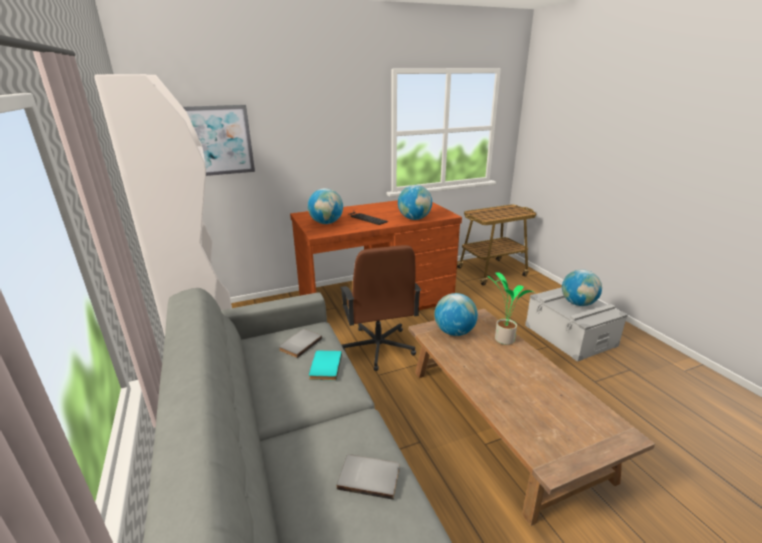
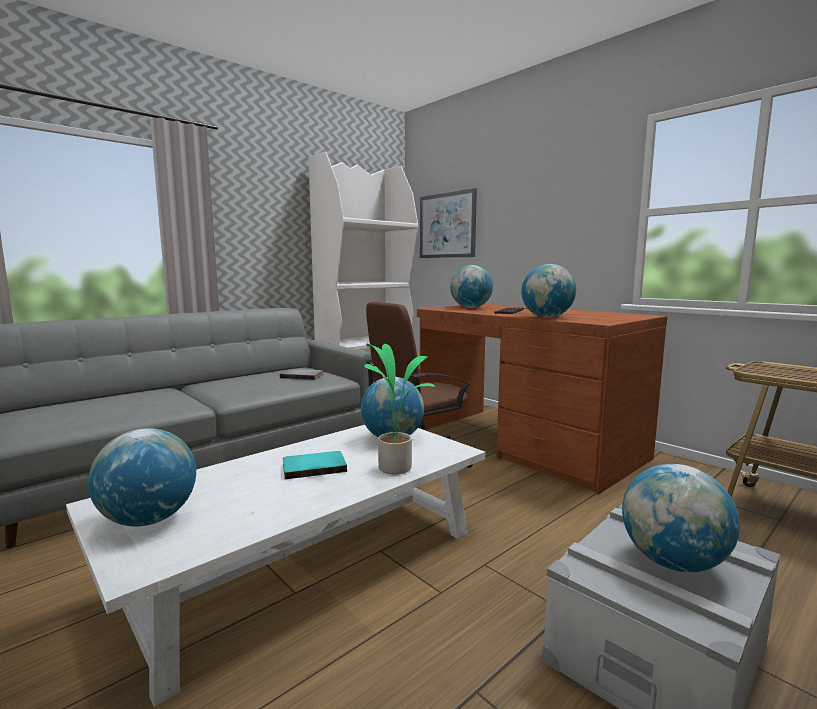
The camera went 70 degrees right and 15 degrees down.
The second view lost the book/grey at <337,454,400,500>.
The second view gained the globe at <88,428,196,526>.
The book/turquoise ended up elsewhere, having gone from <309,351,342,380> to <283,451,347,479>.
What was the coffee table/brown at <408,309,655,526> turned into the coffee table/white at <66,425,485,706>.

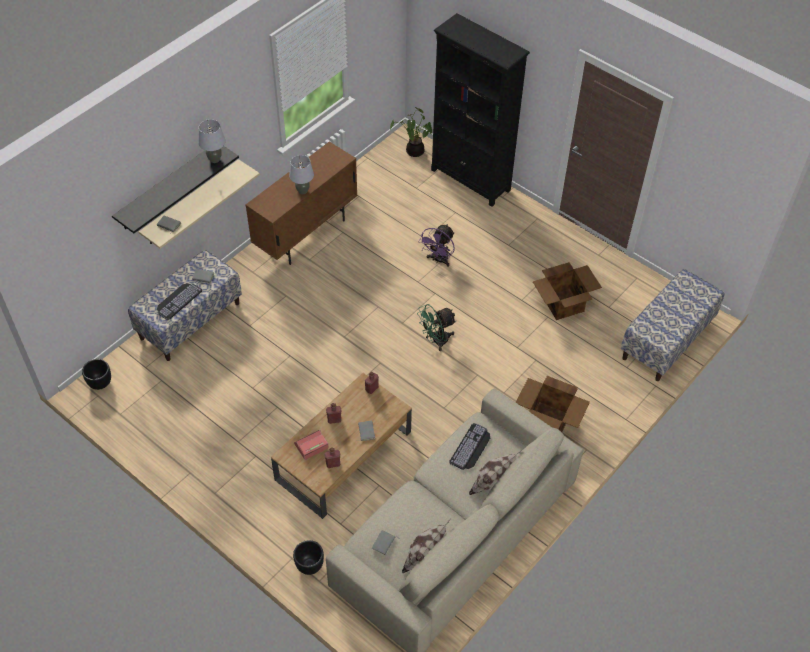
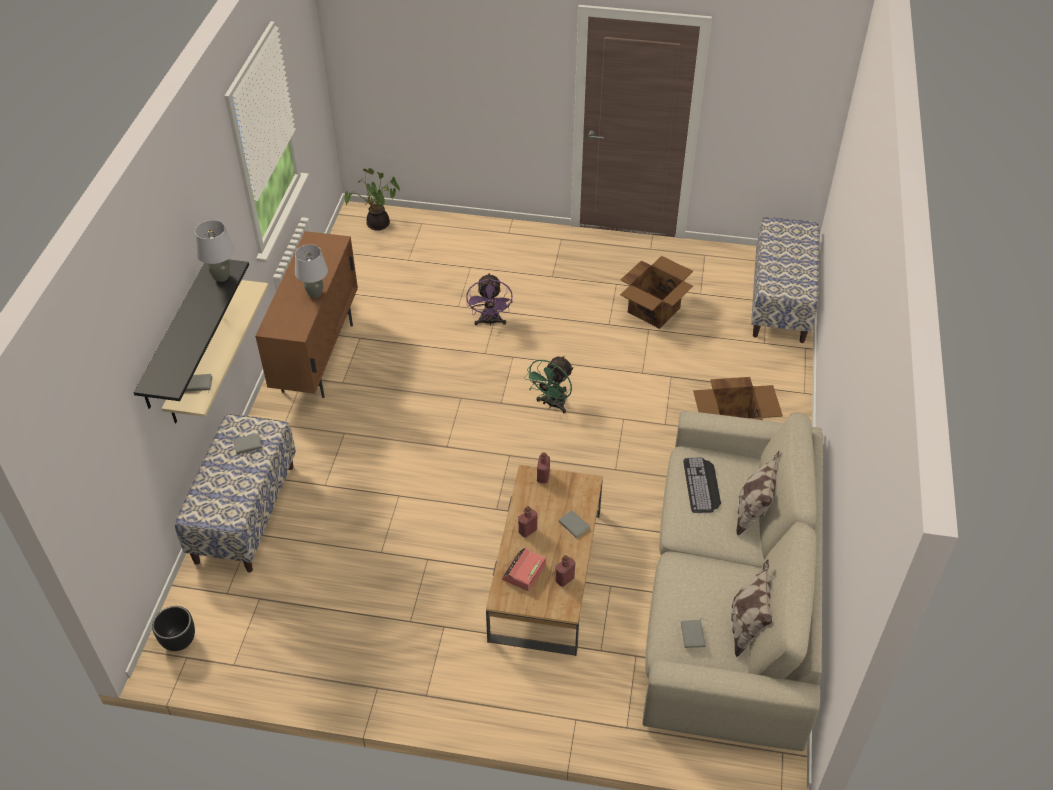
The camera went 30 degrees left and 5 degrees down.
The second view lost the keyboard at <157,283,202,320>.
The second view lost the planter/black at <293,540,324,575>.
The second view lost the bookcase/black at <431,13,530,207>.

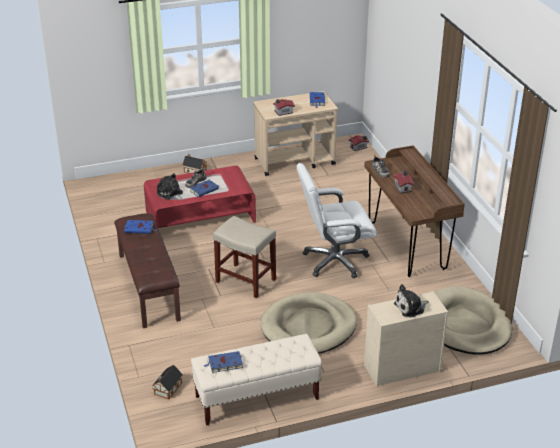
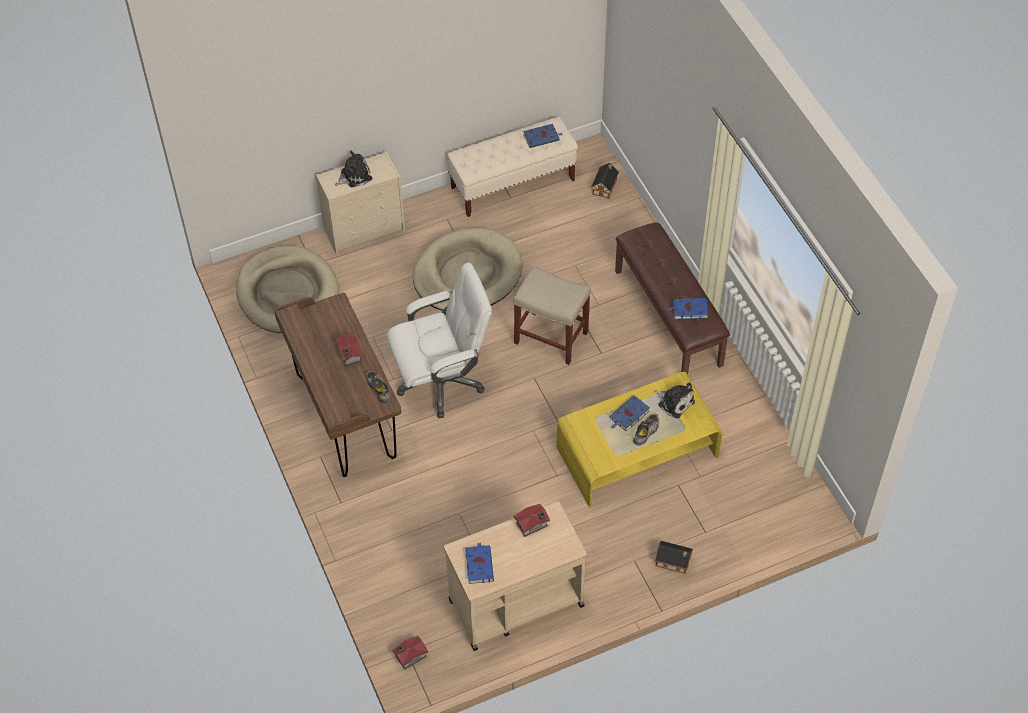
The camera went 175 degrees right and 20 degrees up.
What was the coffee table/red at <144,166,256,228> turned into the coffee table/yellow at <557,372,723,508>.

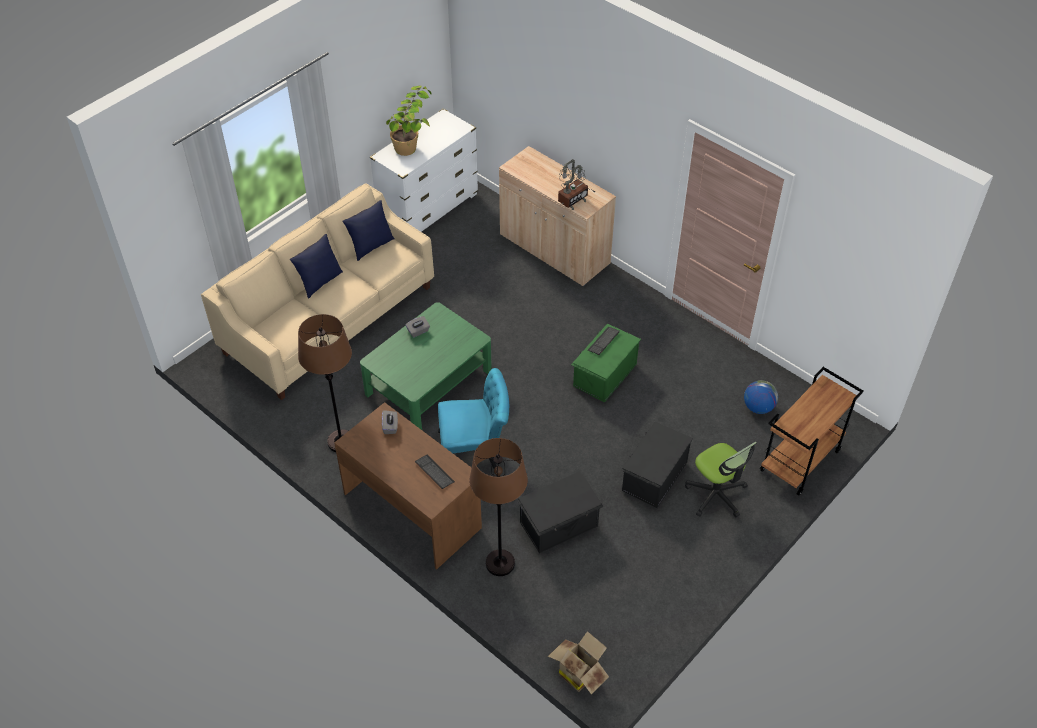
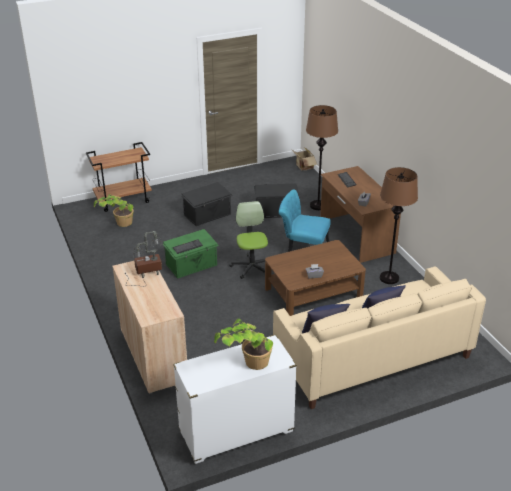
The camera went 155 degrees left and 15 degrees down.
The office chair ended up elsewhere, having gone from <685,442,757,517> to <229,201,268,279>.
Where the globe stood at <744,380,778,414>, the potted plant came to stand at <94,194,133,227>.
What was the coffee table/green at <360,302,492,430> turned into the coffee table/brown at <265,240,366,316>.

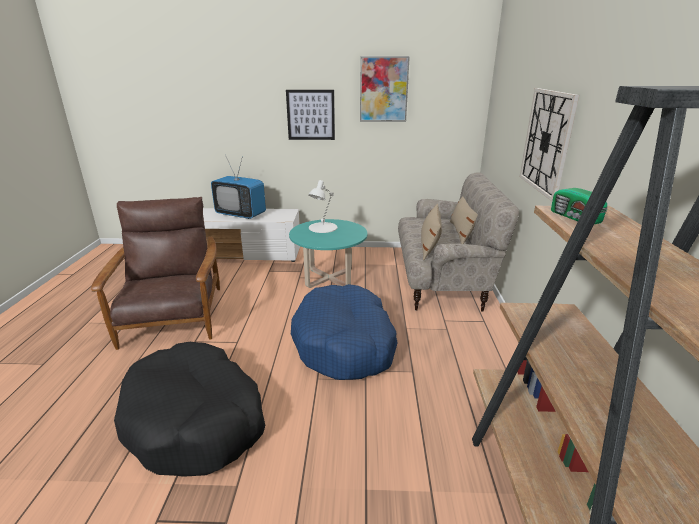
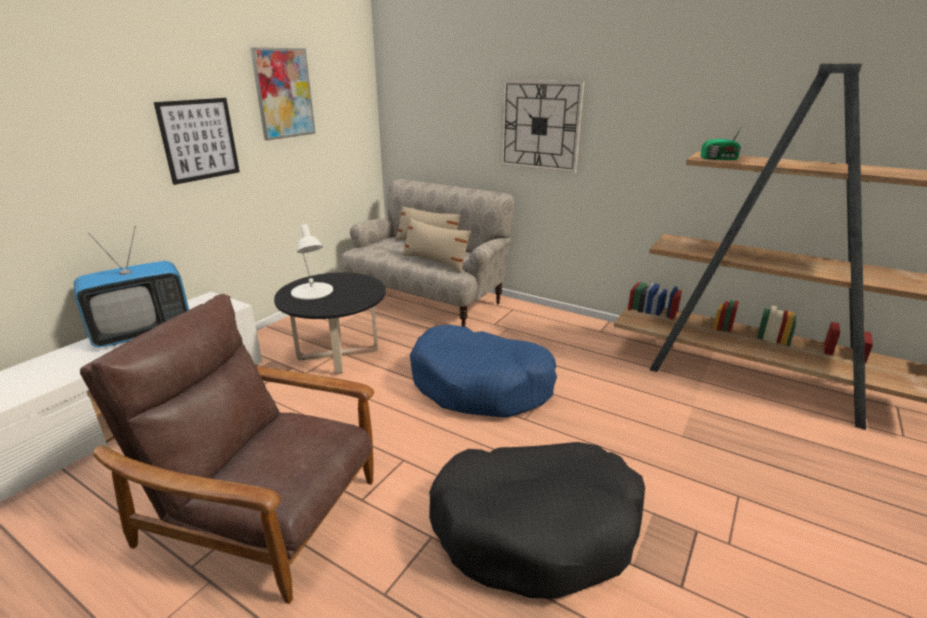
The camera went 60 degrees left and 0 degrees up.
What was the coffee table/turquoise at <289,219,367,288> turned into the coffee table/black at <274,272,386,374>.

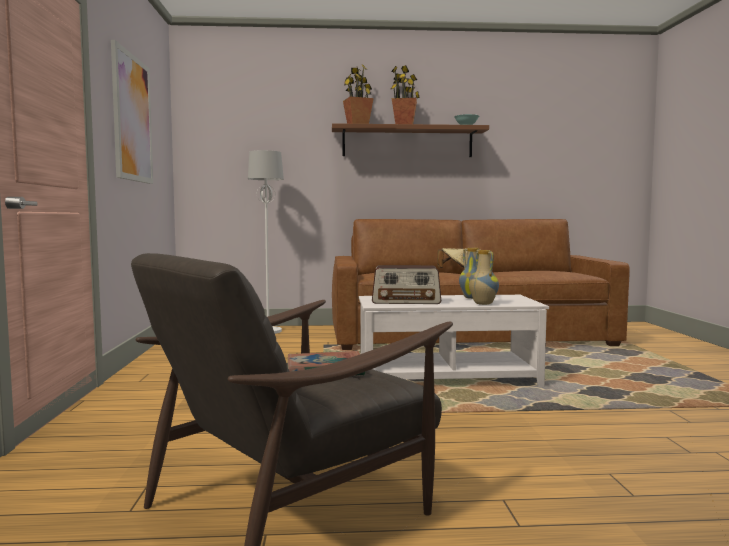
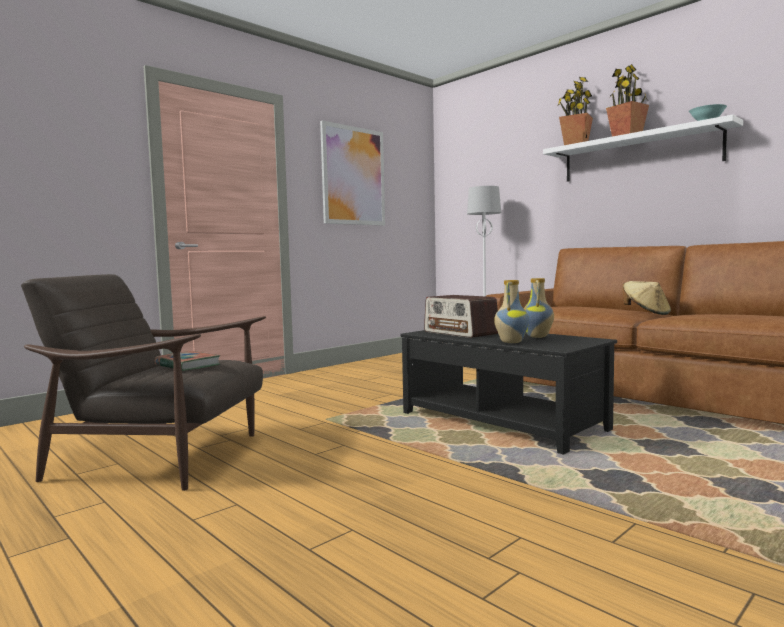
The camera went 50 degrees right and 0 degrees up.
What was the shelf/brown at <332,123,489,157> turned into the shelf/white at <543,115,743,182>.
What was the coffee table/white at <359,295,549,387> turned into the coffee table/black at <400,330,617,455>.

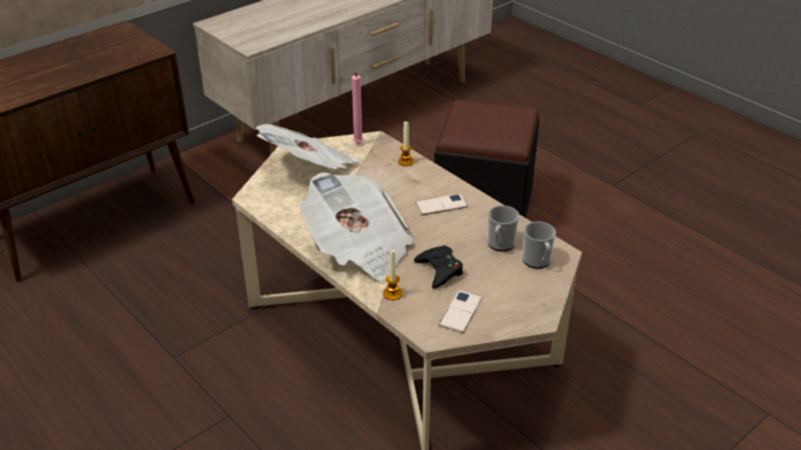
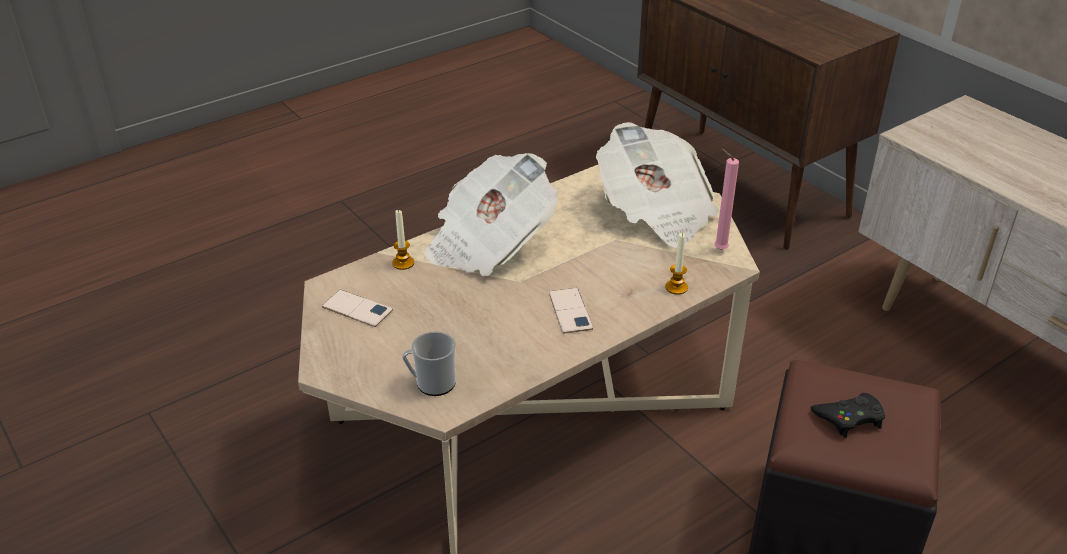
The camera went 95 degrees right and 0 degrees up.
The second view lost the mug at <487,205,519,251>.
The game controller/black ended up elsewhere, having gone from <414,245,463,288> to <811,393,885,438>.

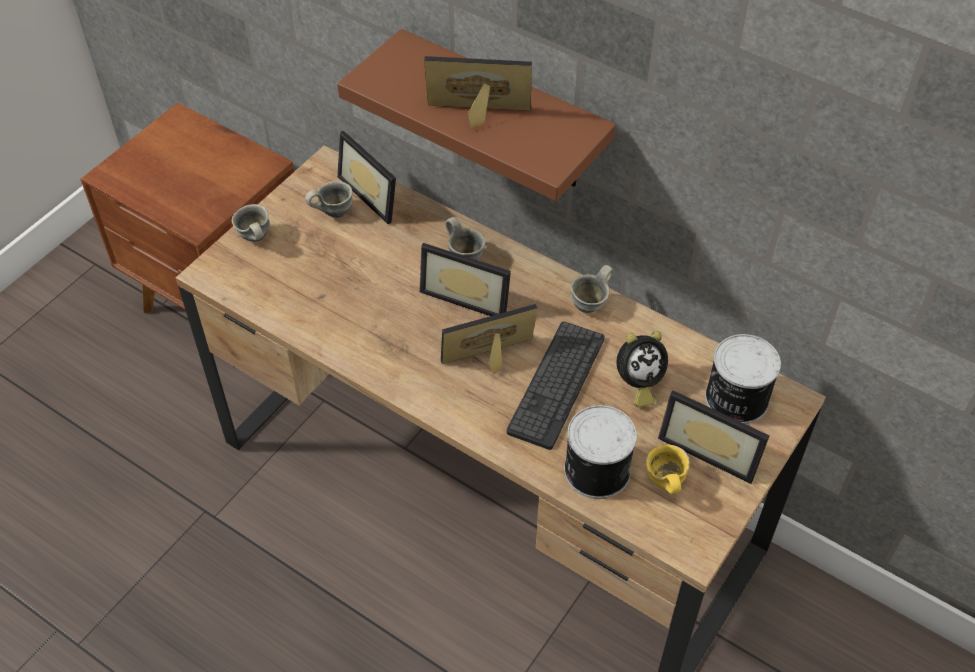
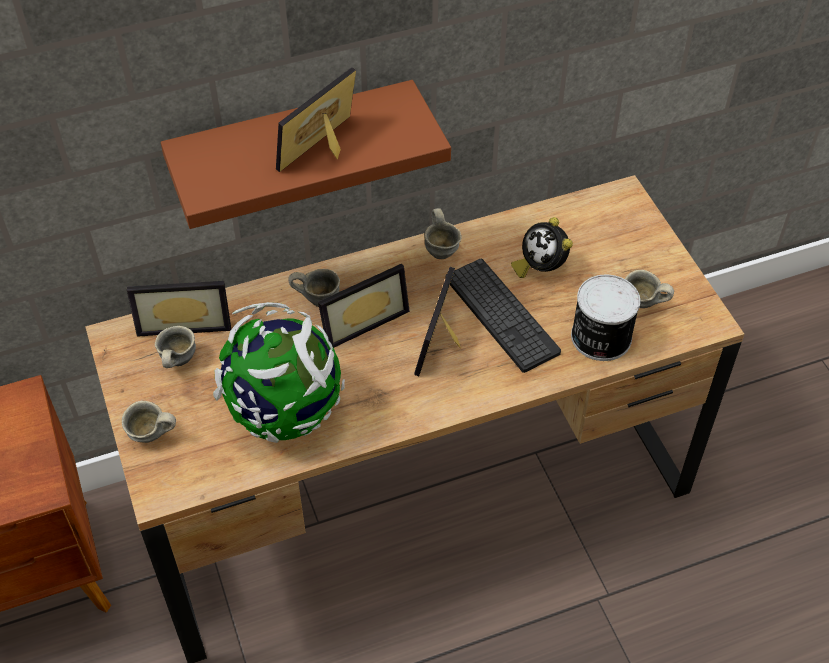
The camera went 55 degrees left and 0 degrees up.
The second view lost the picture frame at <658,390,769,484>.
The second view lost the can at <705,334,781,424>.
The second view gained the globe at <213,302,345,443>.
What was the mug/yellow at <645,444,689,494> turned into the mug/grey at <625,270,674,308>.
The alarm clock at <617,331,668,407> ended up facing another way, 135 degrees clockwise from before.

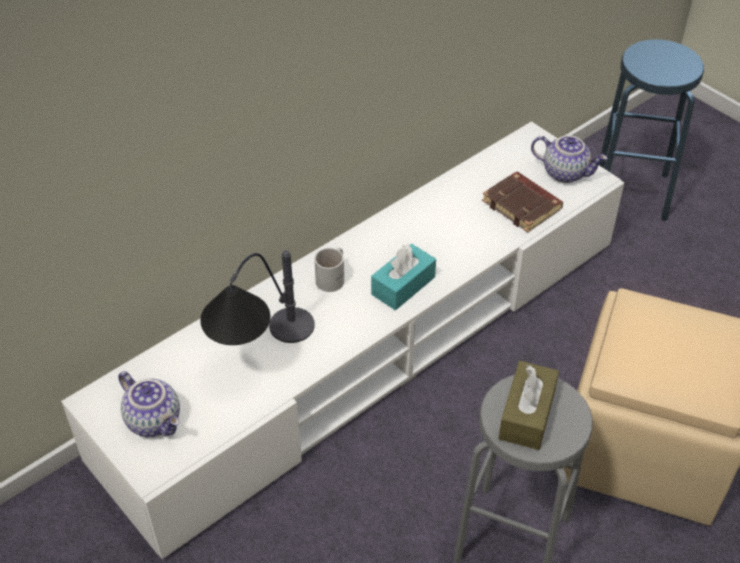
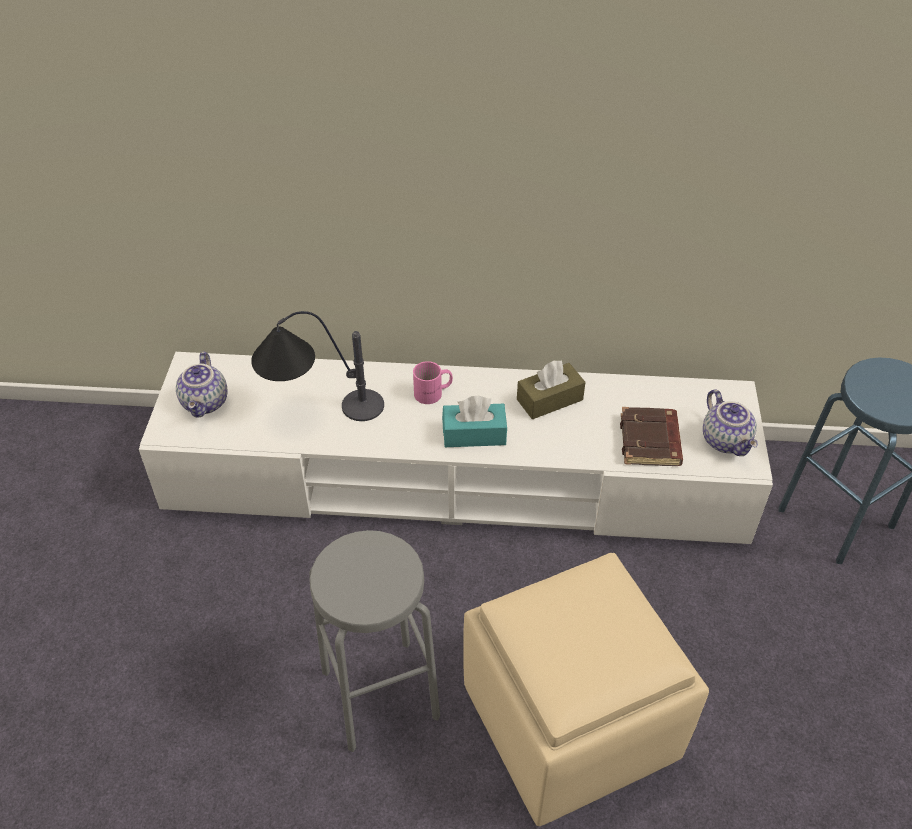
The camera went 45 degrees right and 0 degrees up.
The tissue box/brown ended up elsewhere, having gone from <498,361,559,450> to <517,360,586,419>.
What was the mug/white at <314,248,344,292> turned into the mug/pink at <413,361,453,404>.

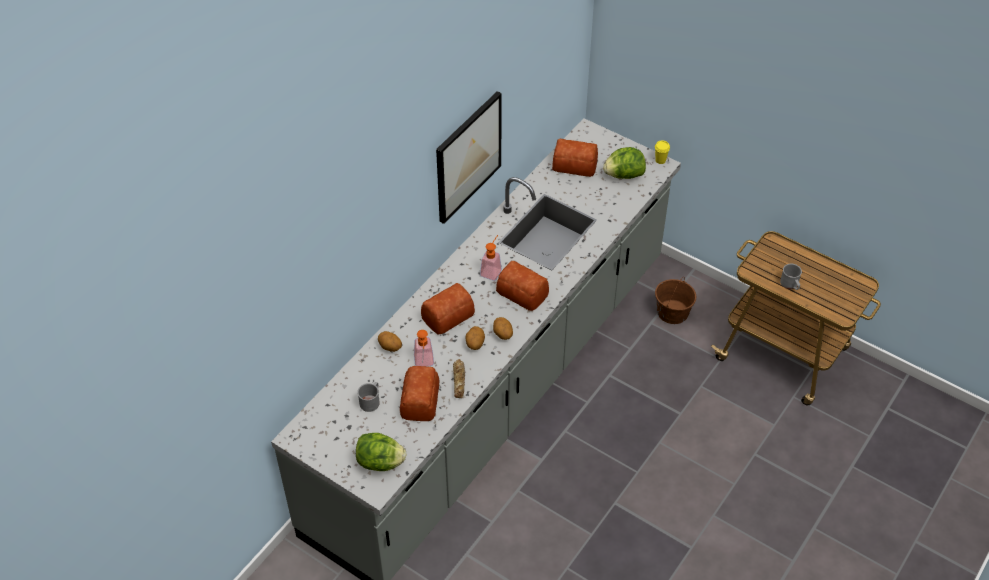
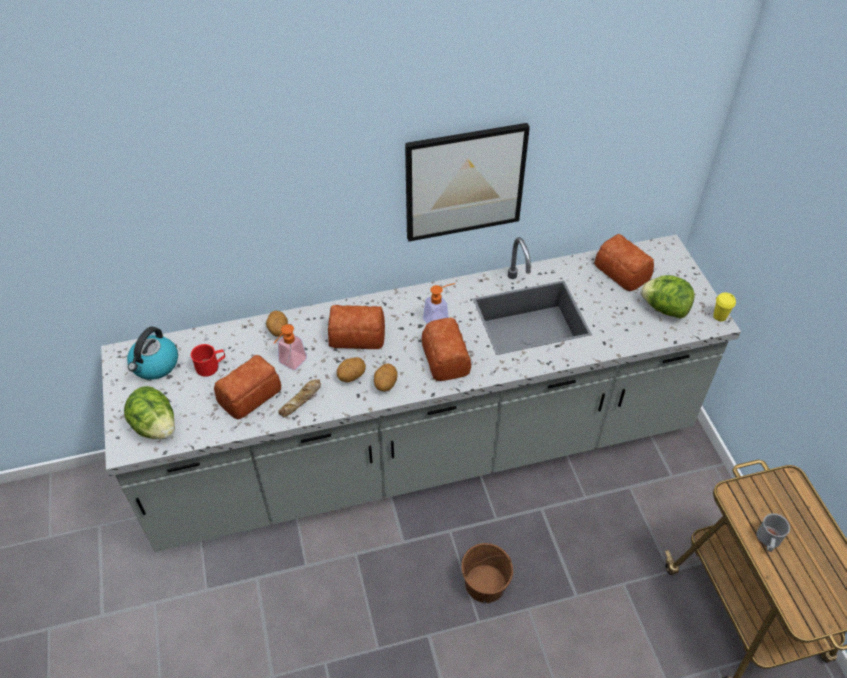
The camera went 40 degrees right and 0 degrees up.
The second view gained the kettle at <127,327,178,380>.
The bucket/brown ended up elsewhere, having gone from <655,277,696,324> to <461,543,513,603>.
What was the mug/grey at <357,382,380,412> turned into the mug/red at <191,344,225,377>.

